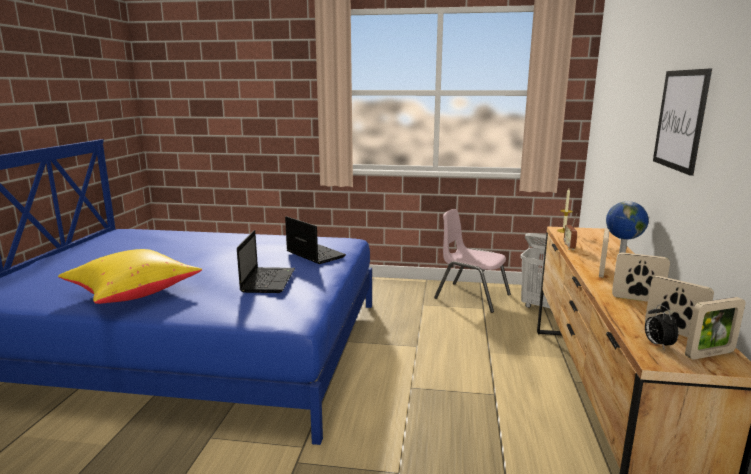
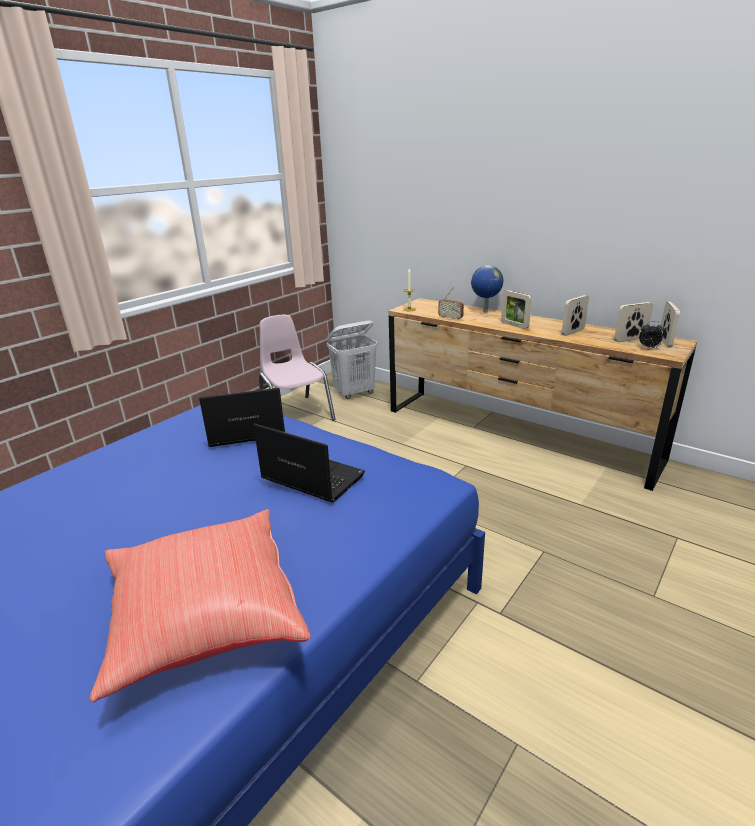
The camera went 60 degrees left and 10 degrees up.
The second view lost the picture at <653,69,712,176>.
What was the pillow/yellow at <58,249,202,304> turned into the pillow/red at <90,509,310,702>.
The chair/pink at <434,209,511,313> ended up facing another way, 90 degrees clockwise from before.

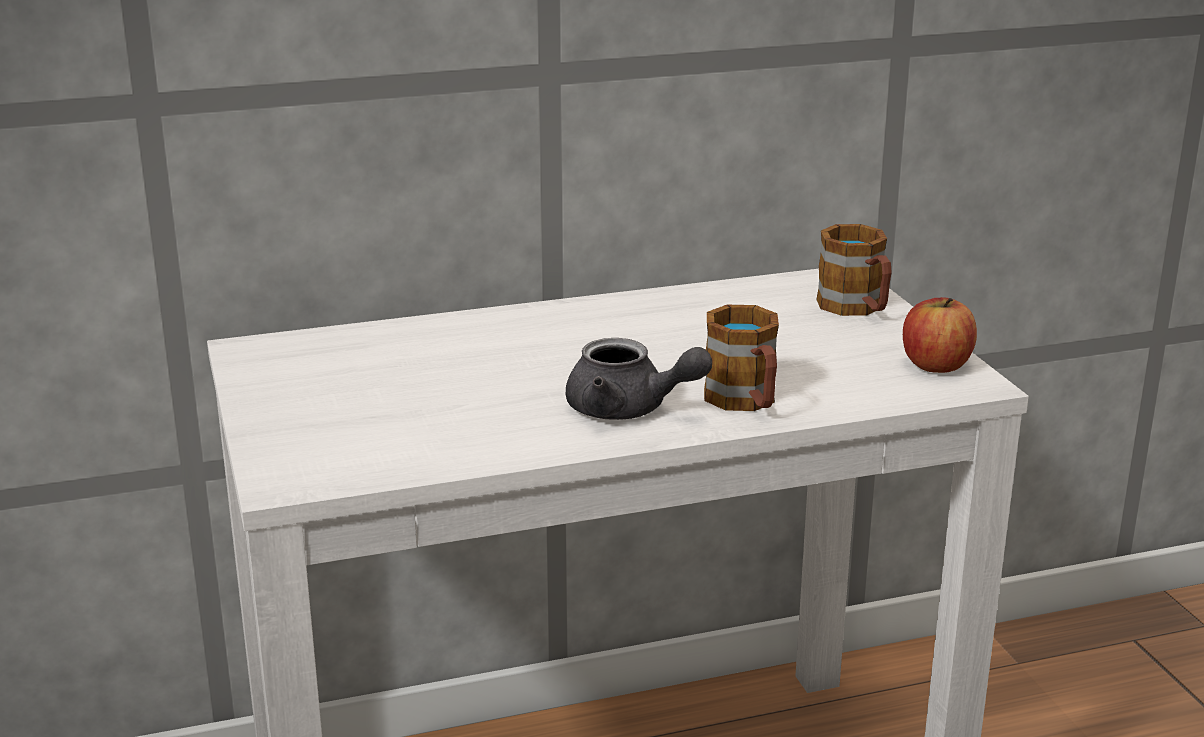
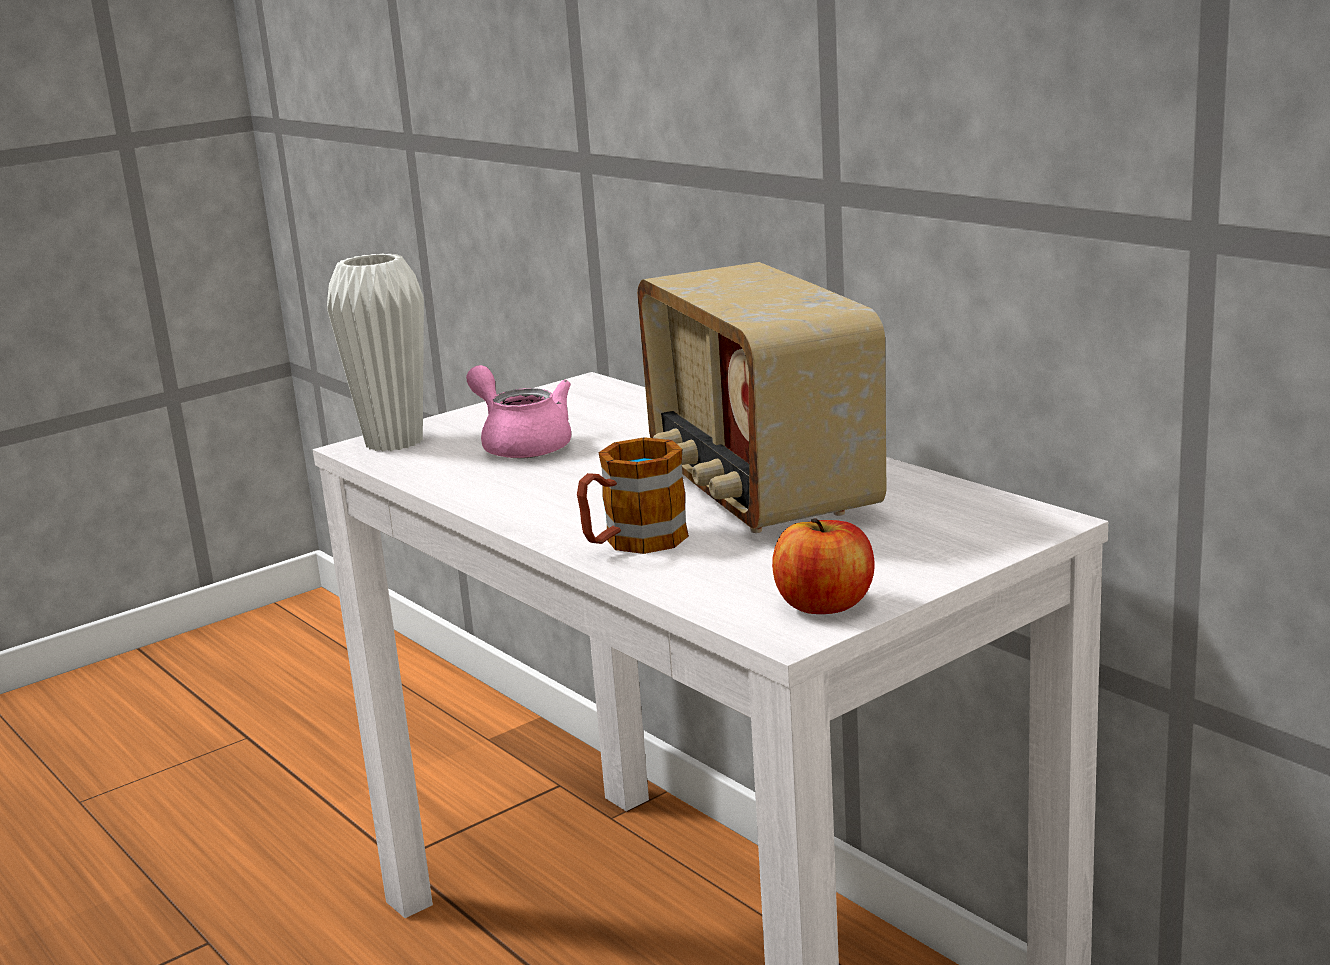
The camera went 70 degrees right and 5 degrees down.
The second view lost the teapot/grey at <566,338,712,420>.
The second view lost the mug at <816,224,892,316>.
The second view gained the vase/white at <327,253,424,452>.
The second view gained the teapot/pink at <466,365,571,459>.
The second view gained the radio at <637,262,886,533>.

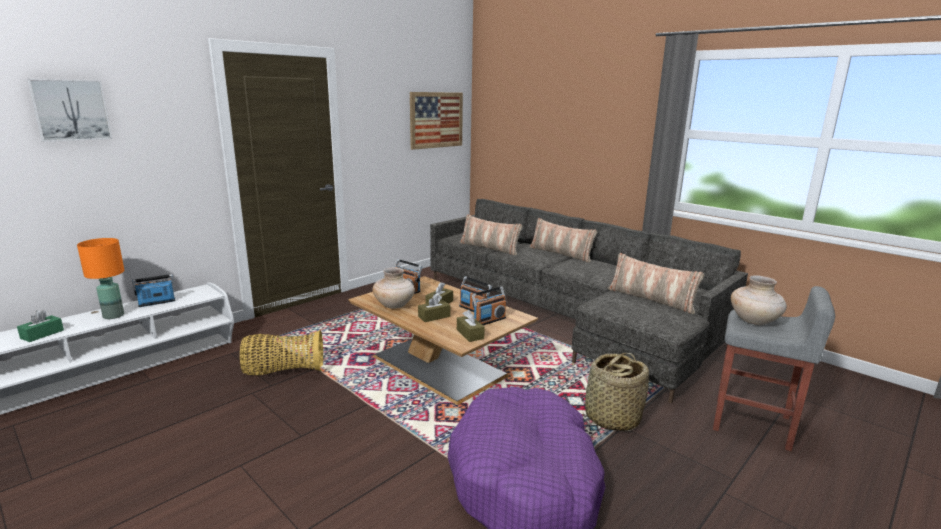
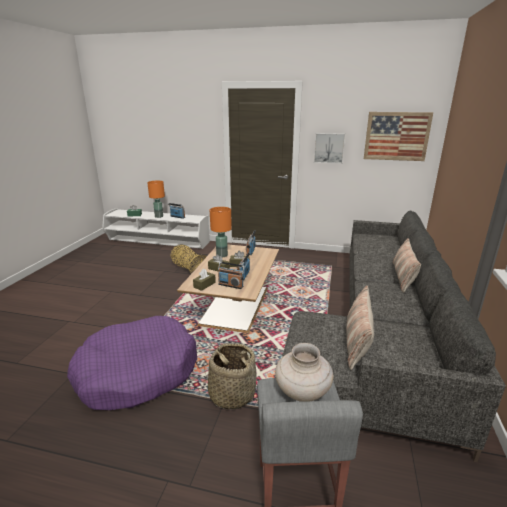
The camera went 60 degrees right and 5 degrees up.
The second view lost the pillow at <459,214,522,255>.
The picture ended up elsewhere, having gone from <27,79,112,142> to <314,133,345,164>.
Where the vase/beige stood at <373,268,415,309>, the table lamp/orange came to stand at <210,207,232,257>.

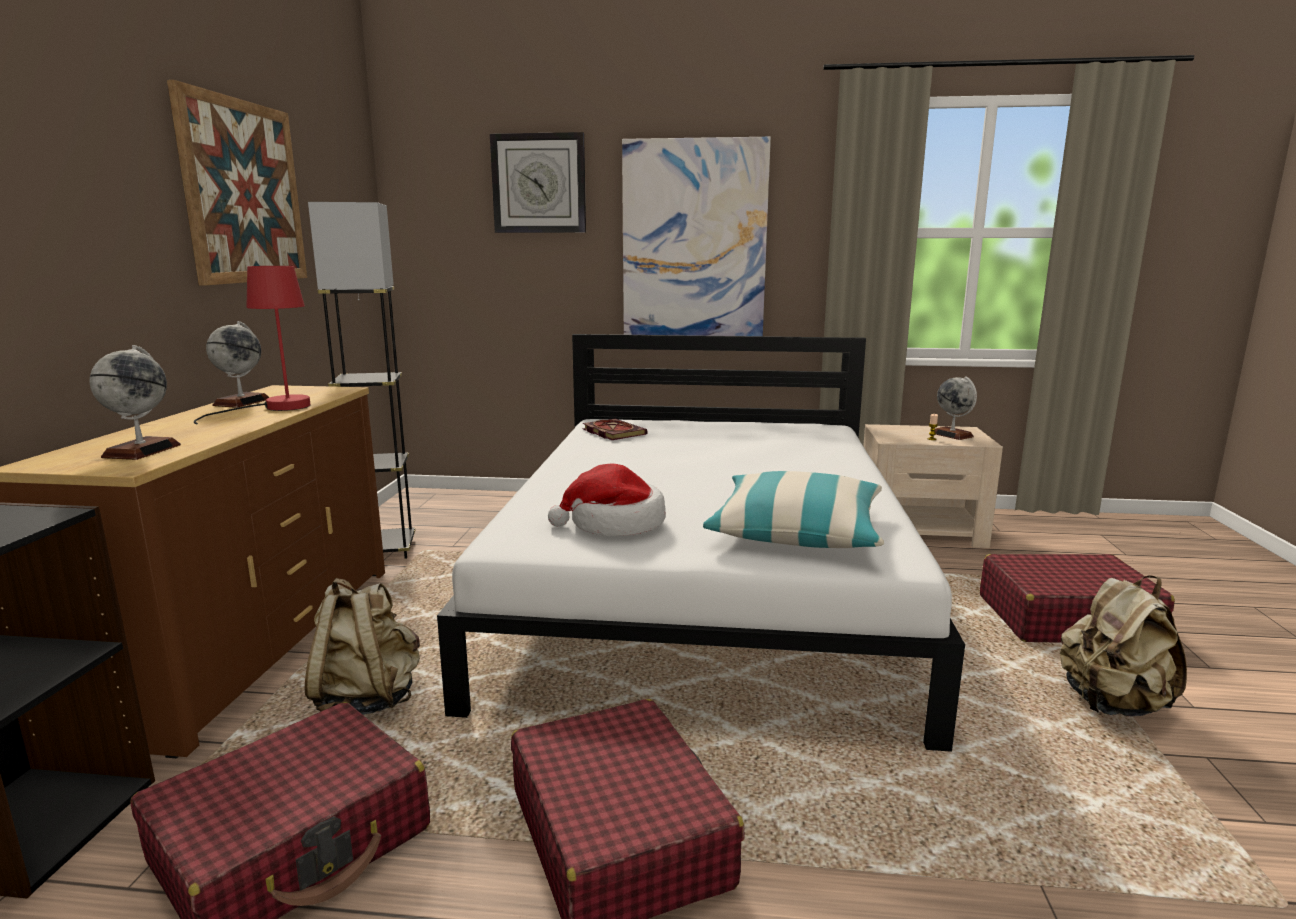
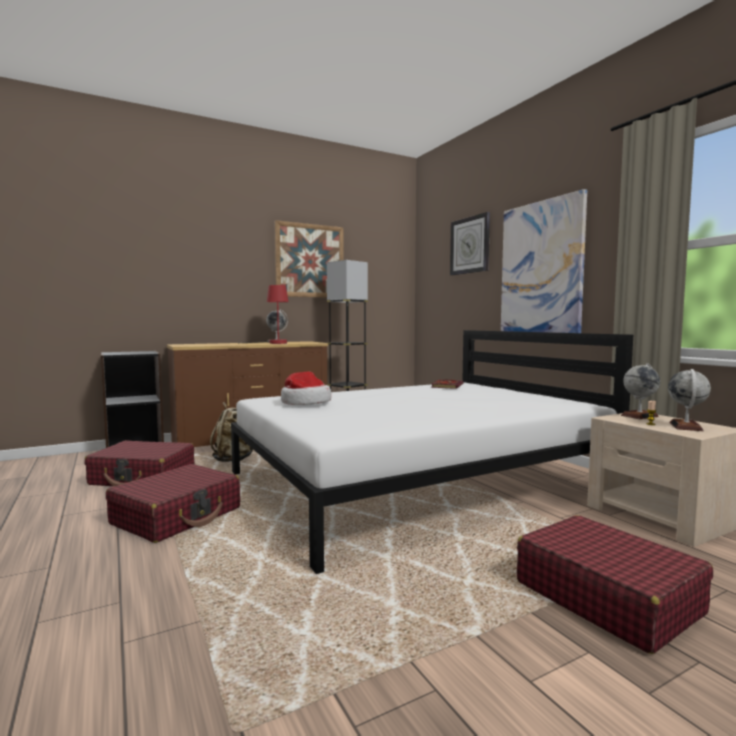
The camera went 55 degrees right and 10 degrees down.
The second view lost the pillow at <703,471,884,548>.
The second view lost the backpack/beige at <1060,575,1187,716>.
The globe ended up elsewhere, having gone from <90,345,181,460> to <621,363,660,419>.

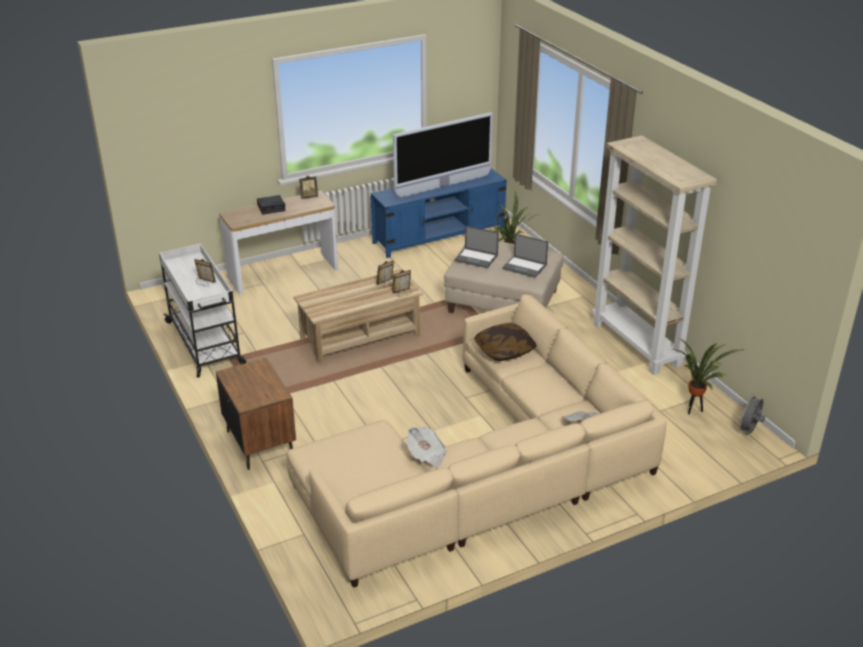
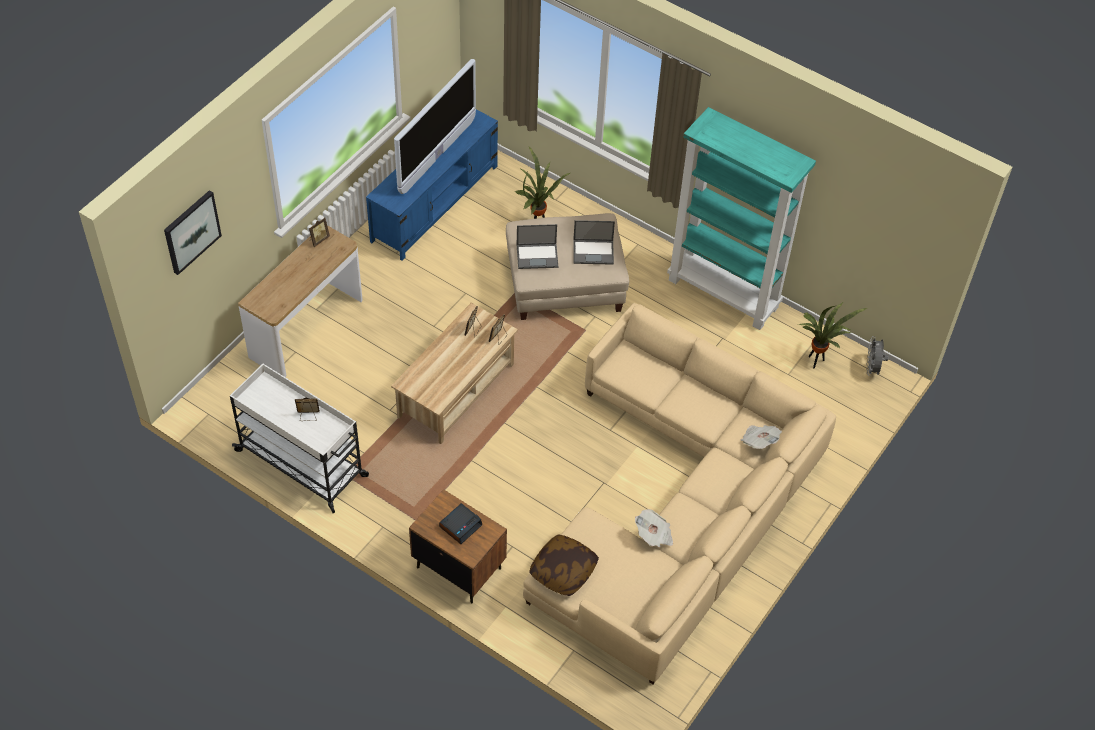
The camera went 30 degrees left and 20 degrees up.
The second view gained the picture at <164,190,222,275>.
The alarm clock ended up elsewhere, having gone from <257,195,285,214> to <439,503,482,544>.
The pillow ended up elsewhere, having gone from <474,323,537,361> to <529,535,599,596>.
What was the bookcase/beige at <592,135,717,375> turned into the bookcase/turquoise at <667,107,816,330>.

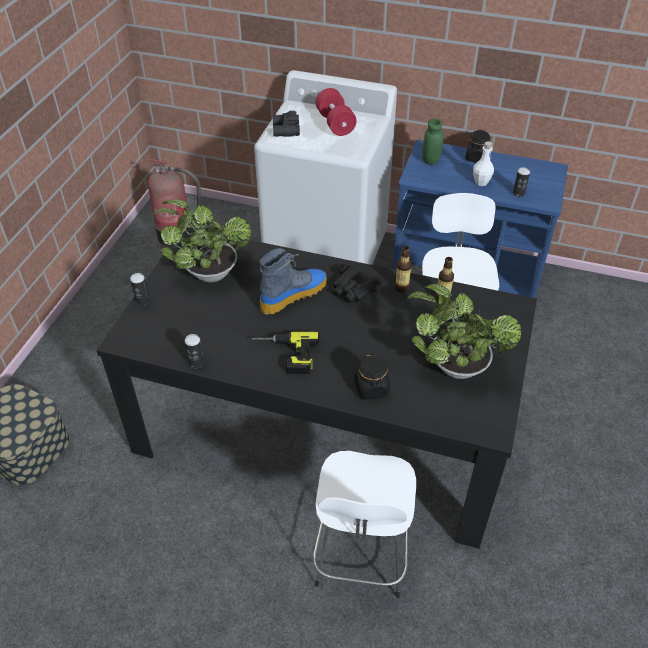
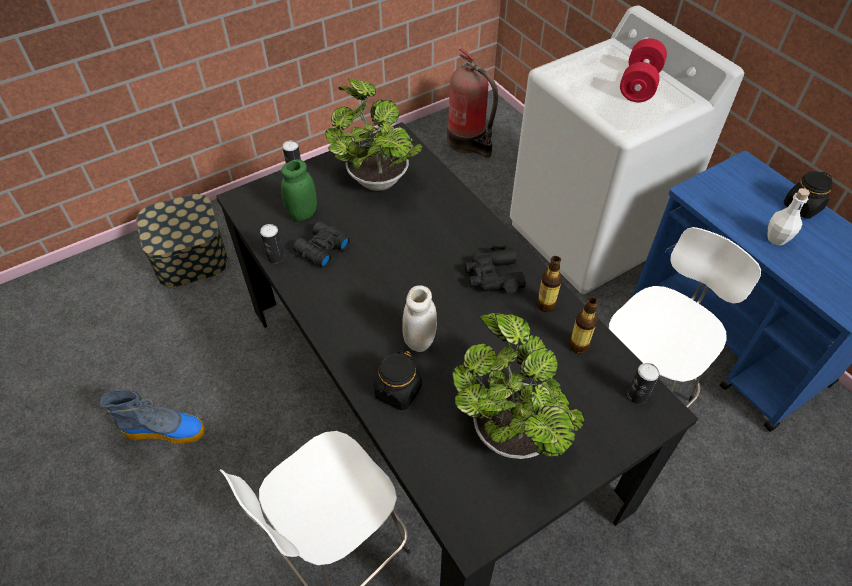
The camera went 40 degrees right and 5 degrees up.
The second view lost the power drill at <251,332,320,374>.
The second view gained the jar/white at <402,285,437,352>.
The boot ended up elsewhere, having gone from <260,248,327,315> to <100,389,205,444>.
The binoculars/black ended up elsewhere, having gone from <273,111,300,137> to <293,222,350,268>.
The jar/green ended up elsewhere, having gone from <422,118,443,165> to <281,159,317,221>.
The can ended up elsewhere, having gone from <513,167,530,197> to <627,363,659,404>.

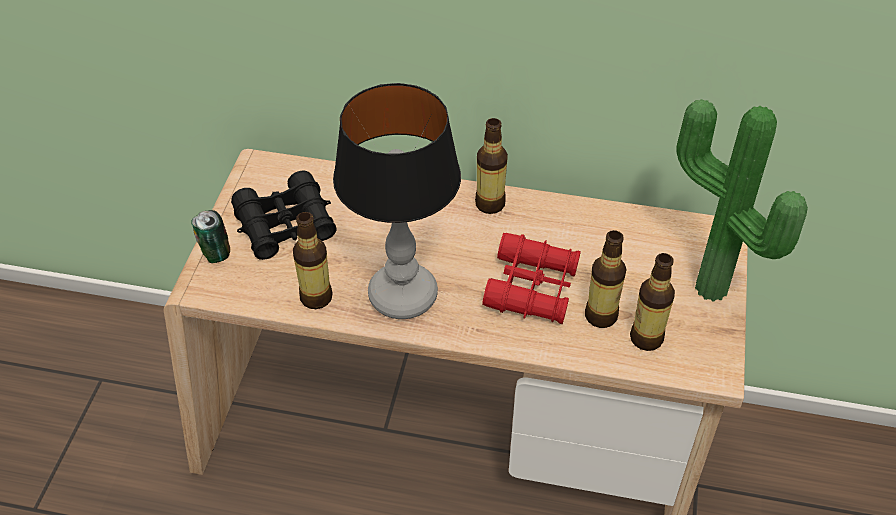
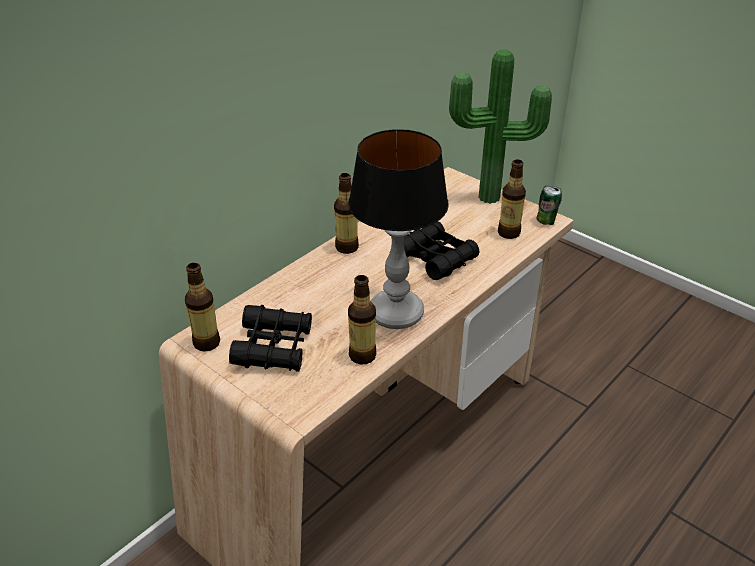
The camera went 60 degrees left and 10 degrees down.
The can ended up elsewhere, having gone from <191,210,230,263> to <536,186,562,225>.
The bottle ended up elsewhere, having gone from <585,230,627,328> to <185,263,220,351>.
What was the binoculars/red at <482,233,581,324> turned into the binoculars/black at <404,221,479,280>.

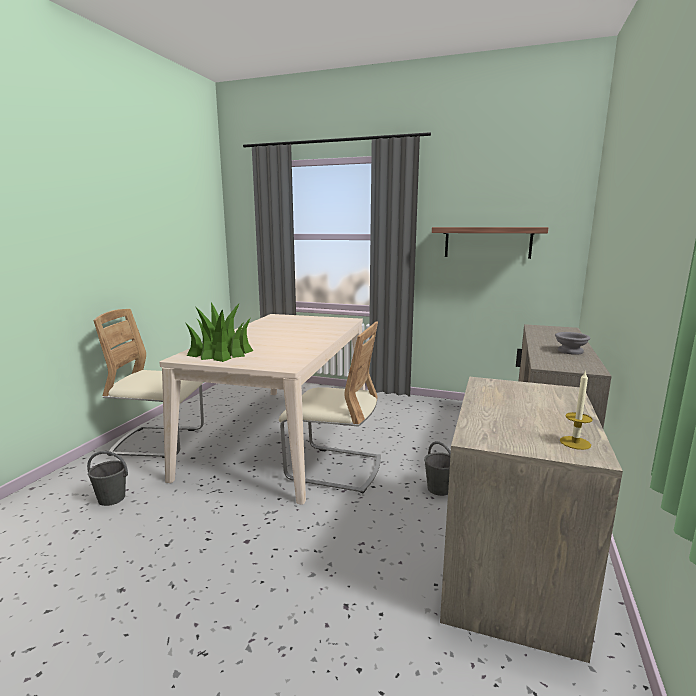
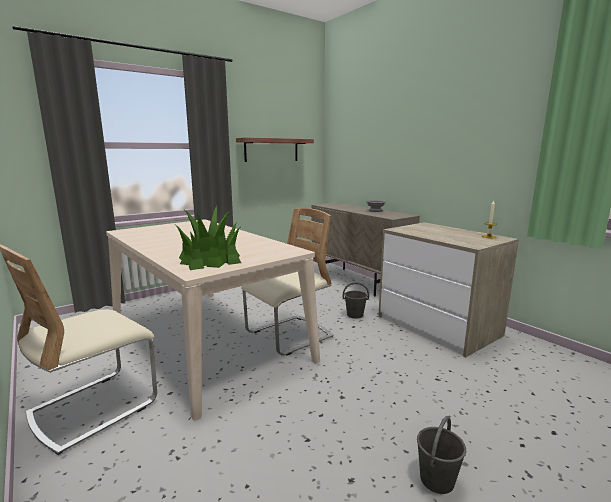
The camera went 55 degrees left and 0 degrees up.
The bucket/grey ended up elsewhere, having gone from <87,451,128,506> to <417,416,466,494>.

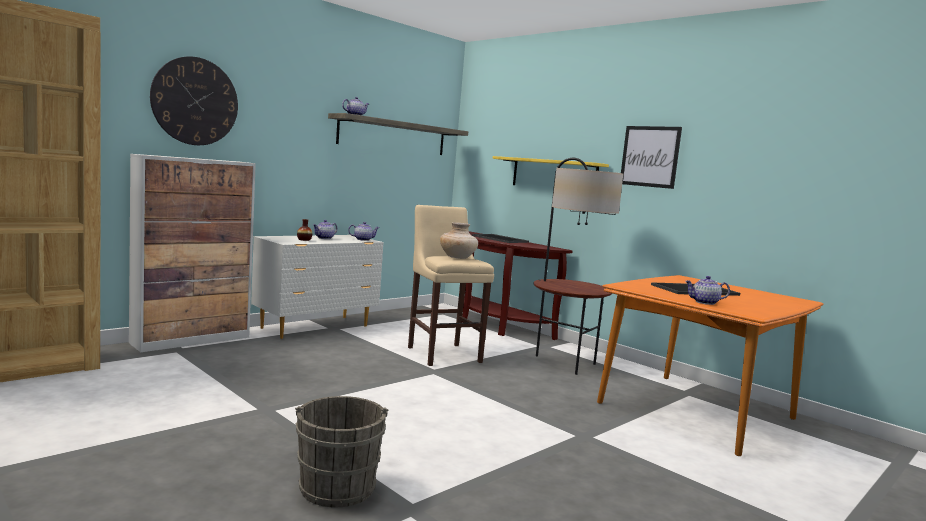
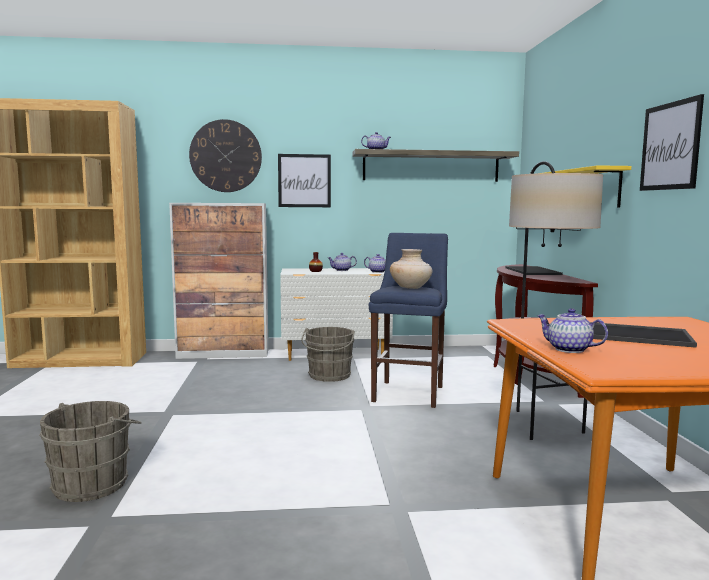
The camera went 40 degrees right and 0 degrees up.
The second view gained the picture at <278,154,331,207>.
The second view gained the bucket/grey at <301,327,355,382>.
What was the stool/beige at <408,205,494,366> turned into the stool/blue at <369,233,448,408>.

